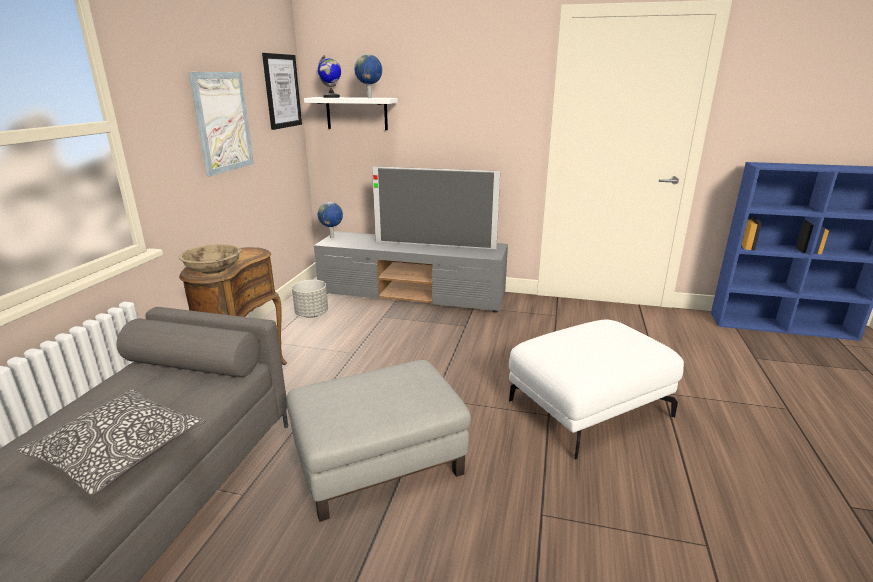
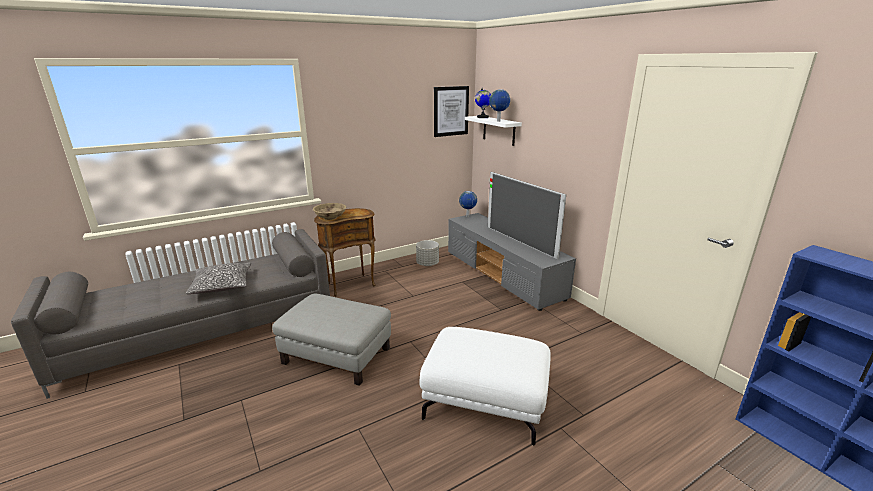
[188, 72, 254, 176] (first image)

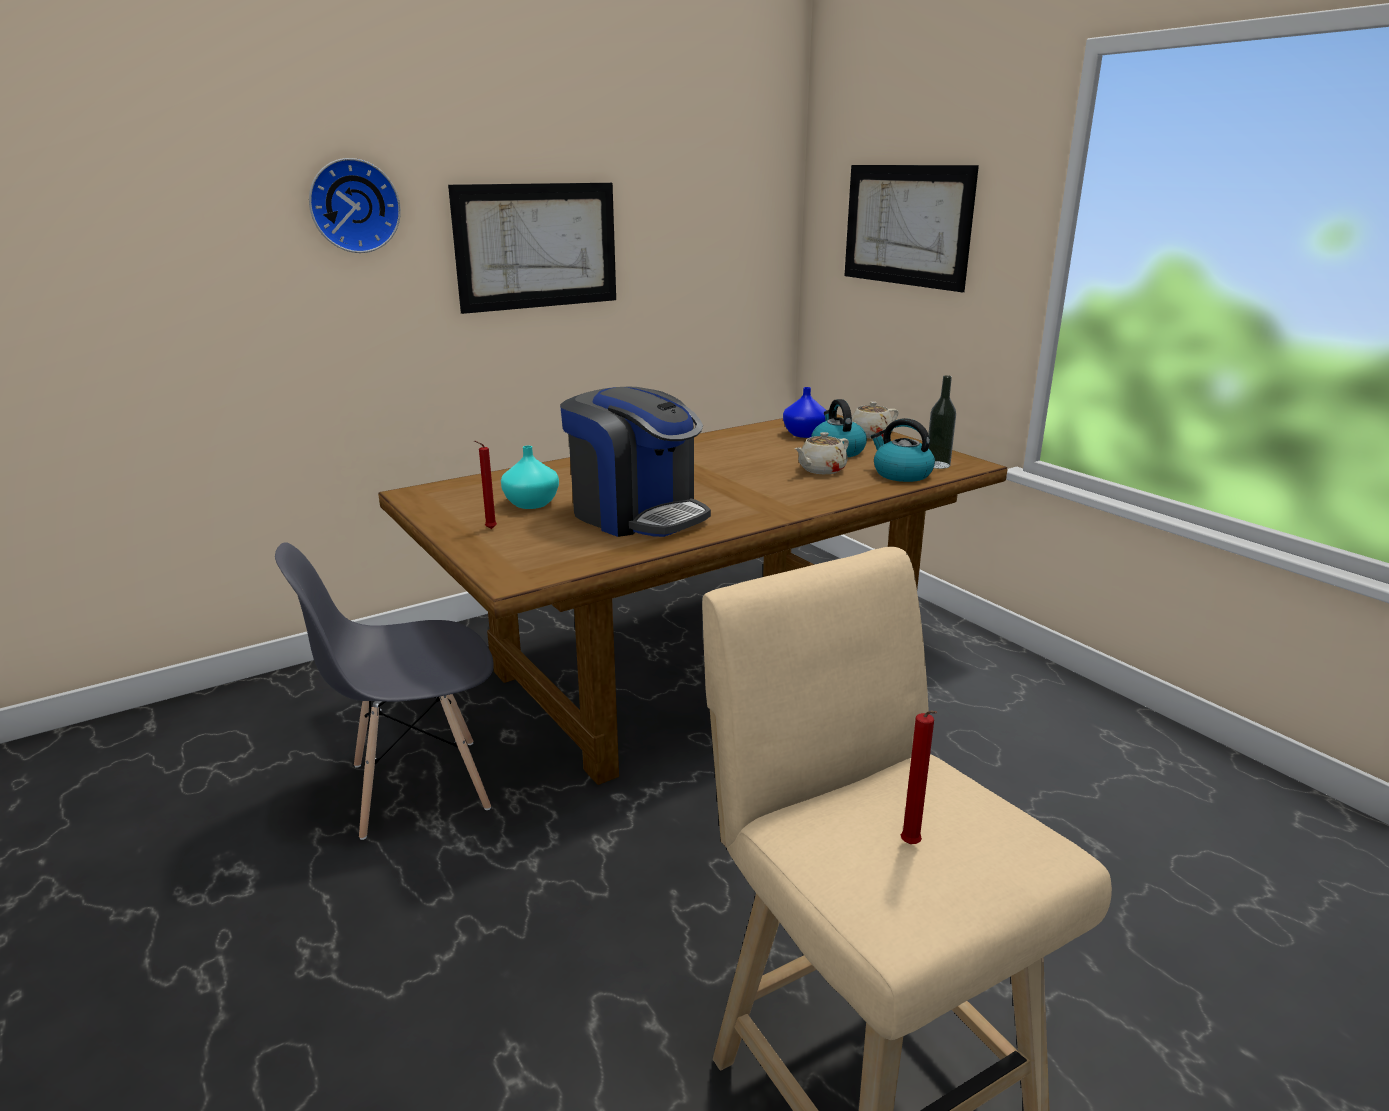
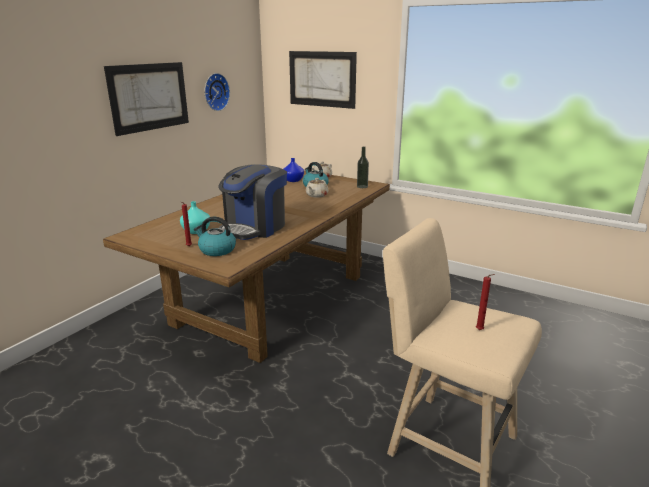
[204, 73, 230, 111]
[218, 164, 287, 240]
[194, 217, 236, 256]
[275, 542, 494, 840] (first image)

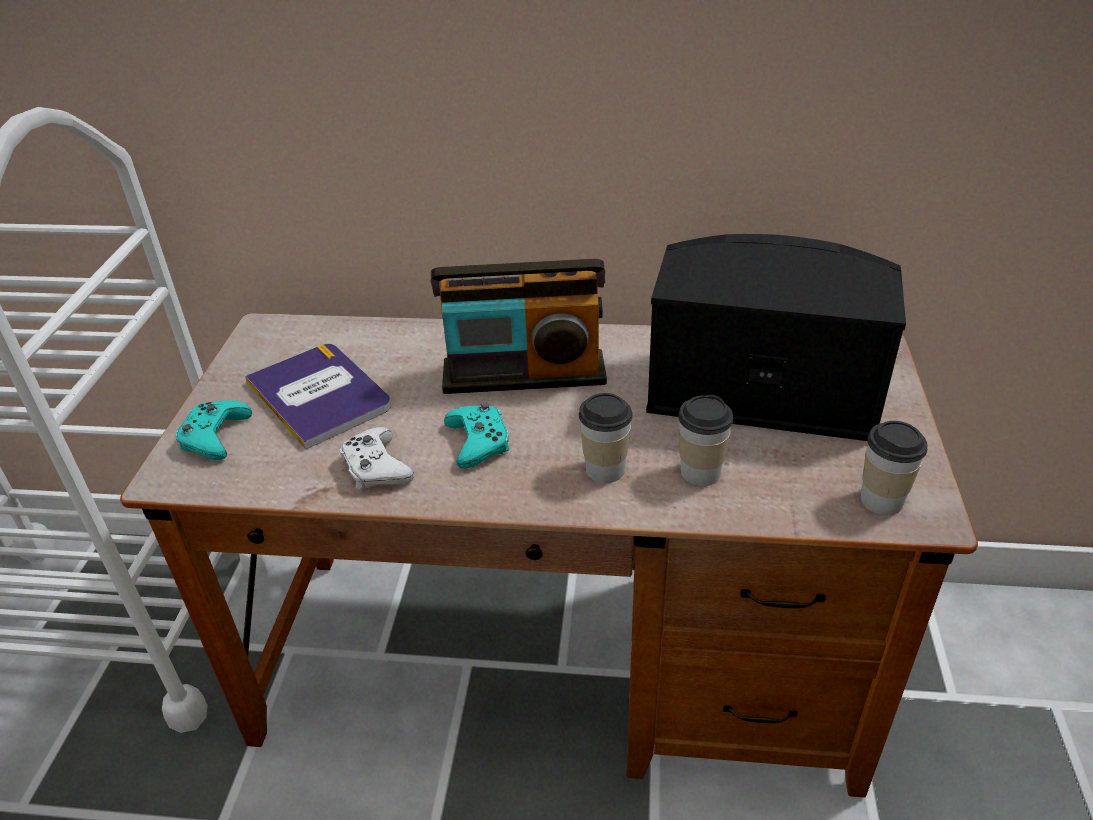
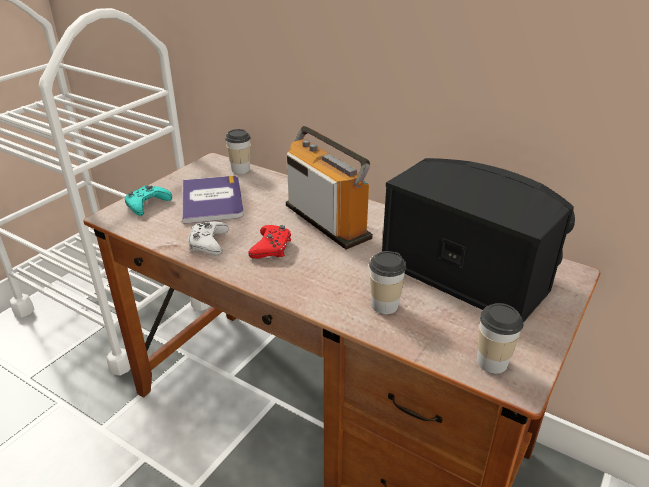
[286, 126, 373, 250]
[225, 129, 251, 174]
[248, 225, 291, 259]

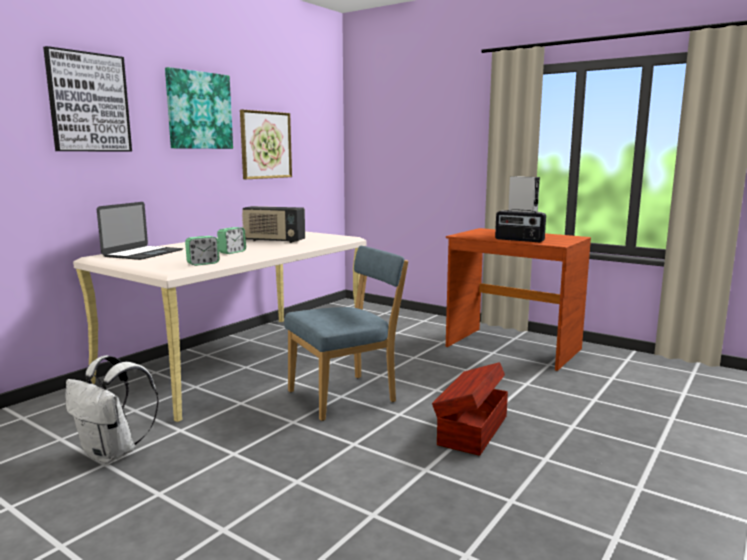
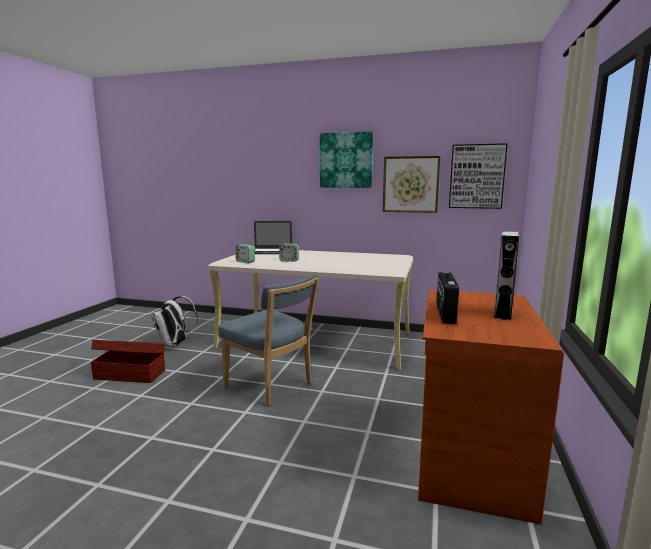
[449, 143, 508, 209]
[242, 206, 305, 243] (first image)
[91, 340, 165, 383]

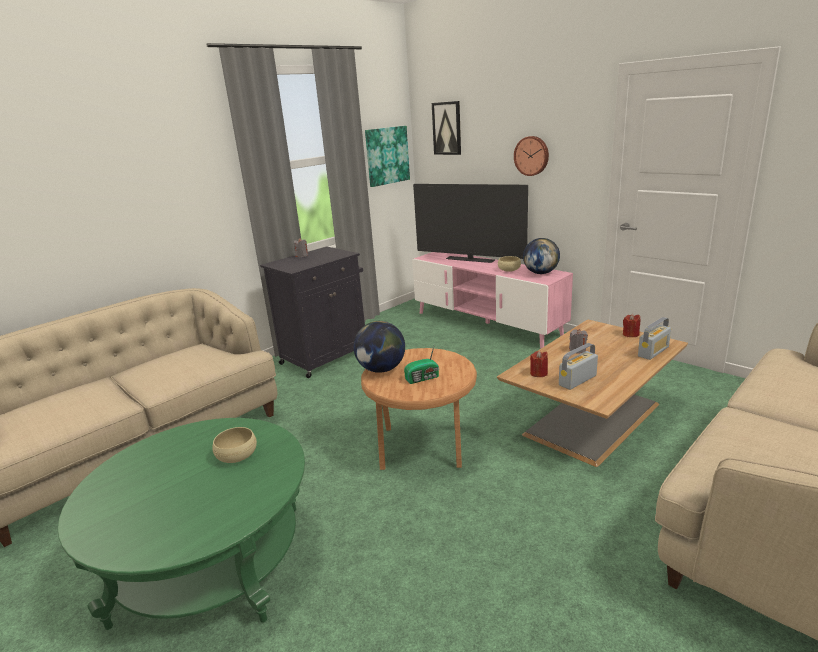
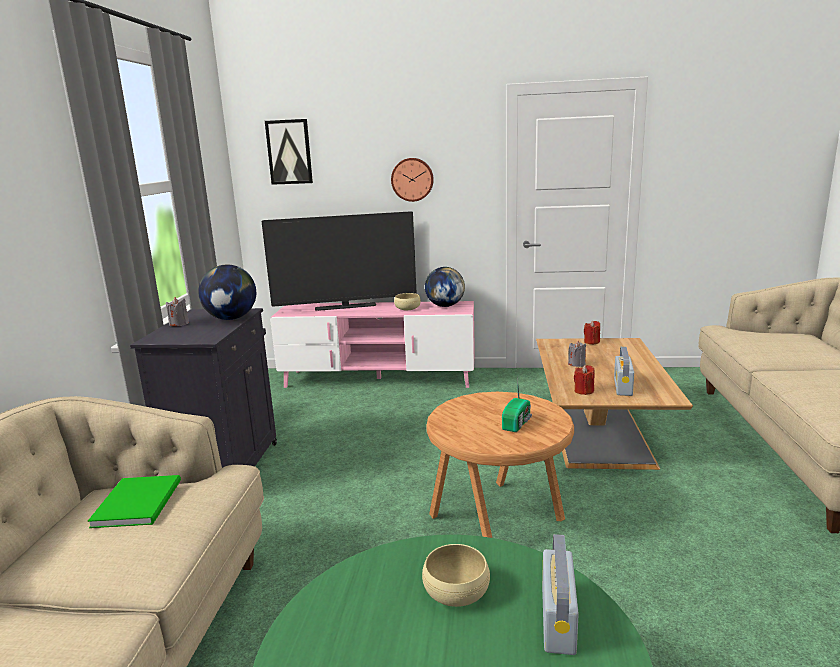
[365, 126, 410, 187] (first image)
[542, 534, 579, 655]
[198, 265, 256, 320]
[88, 475, 181, 528]

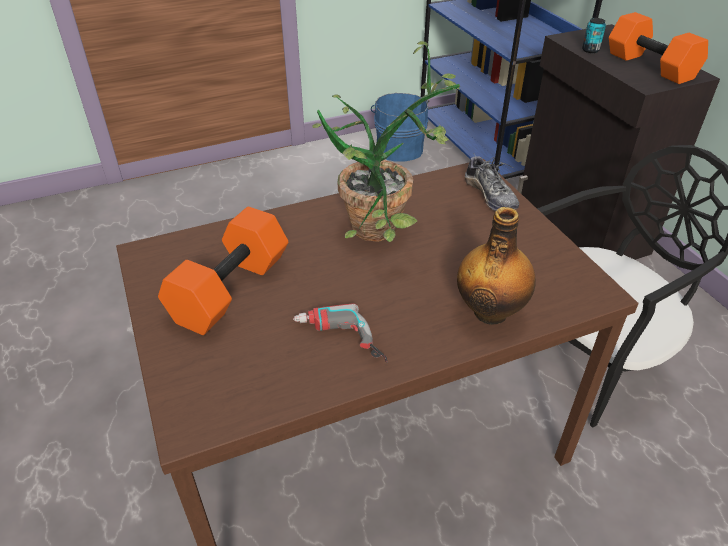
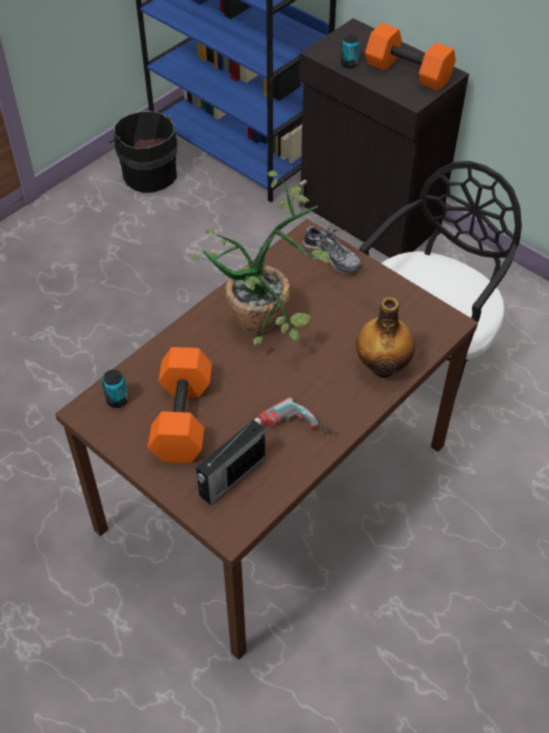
[109, 111, 177, 193]
[102, 370, 128, 408]
[196, 420, 265, 505]

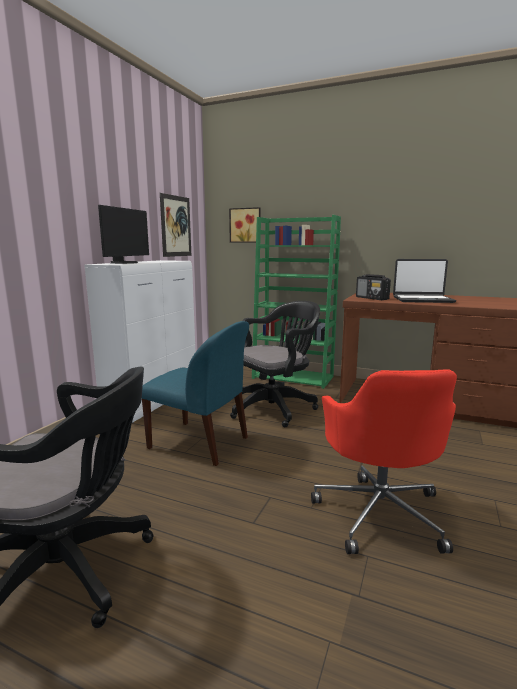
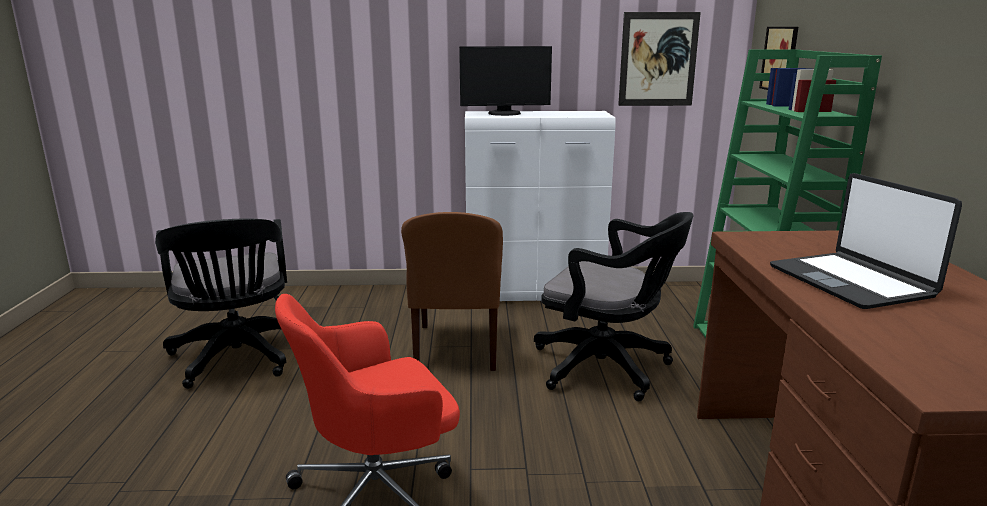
[356, 274, 391, 300] (first image)
[401, 212, 503, 371]

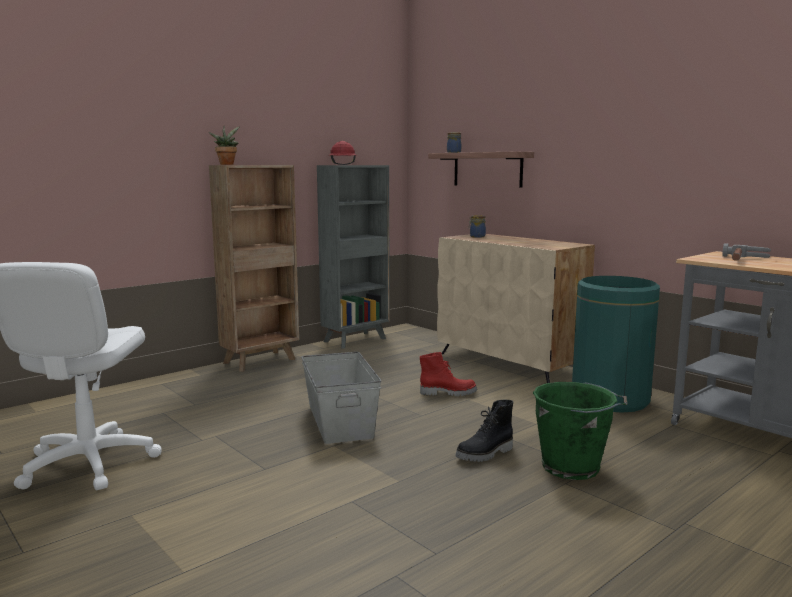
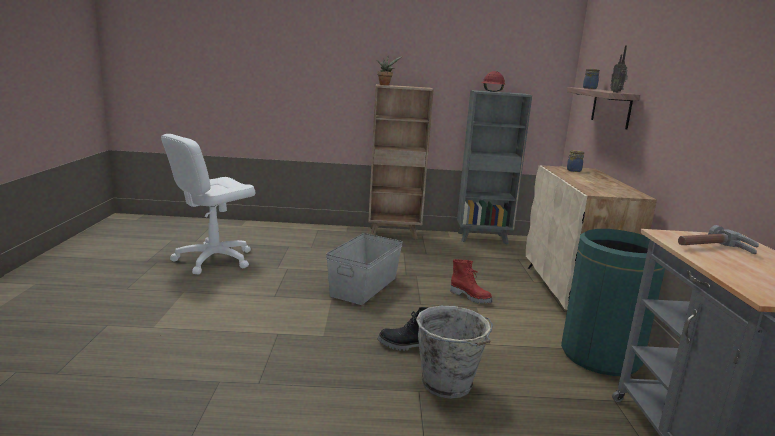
[416, 306, 493, 399]
[611, 46, 628, 93]

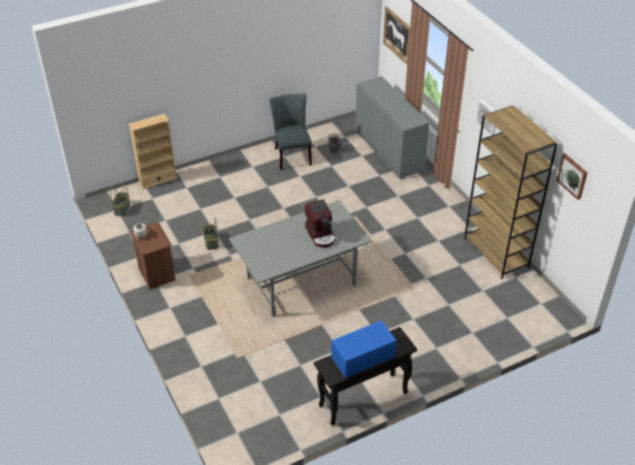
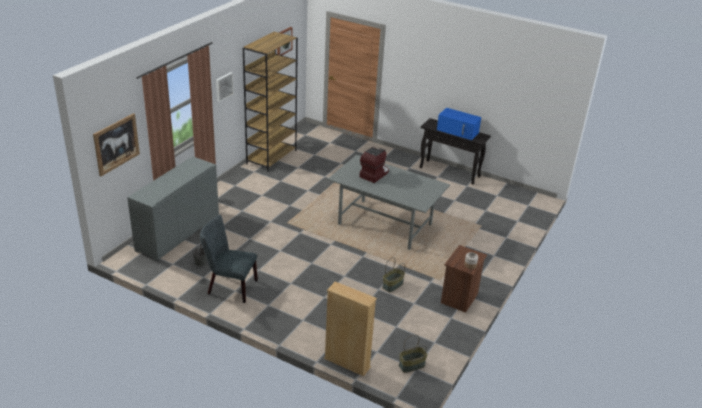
[200, 215, 258, 303]

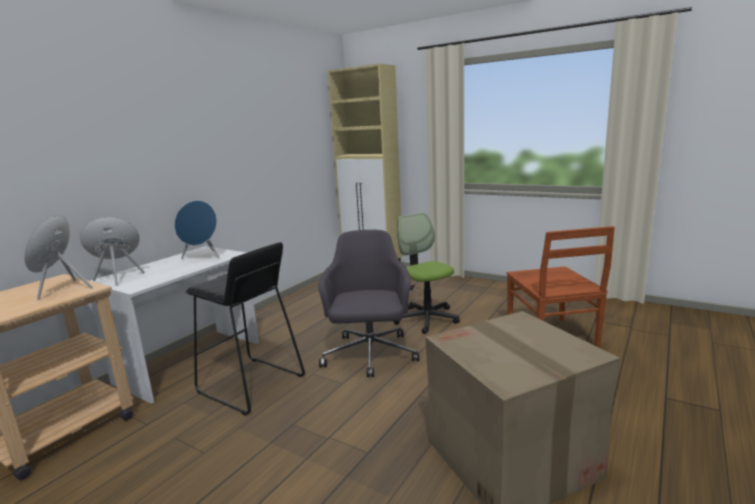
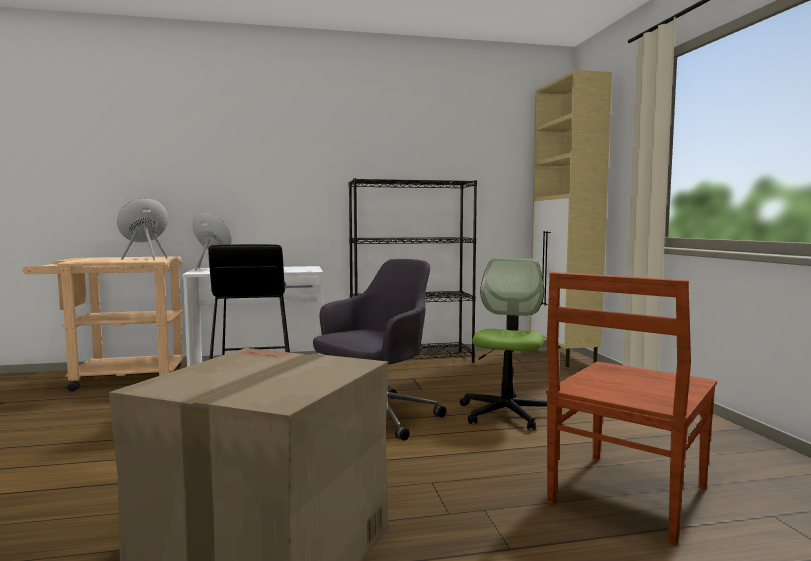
[174, 200, 220, 259] (first image)
[349, 178, 477, 363]

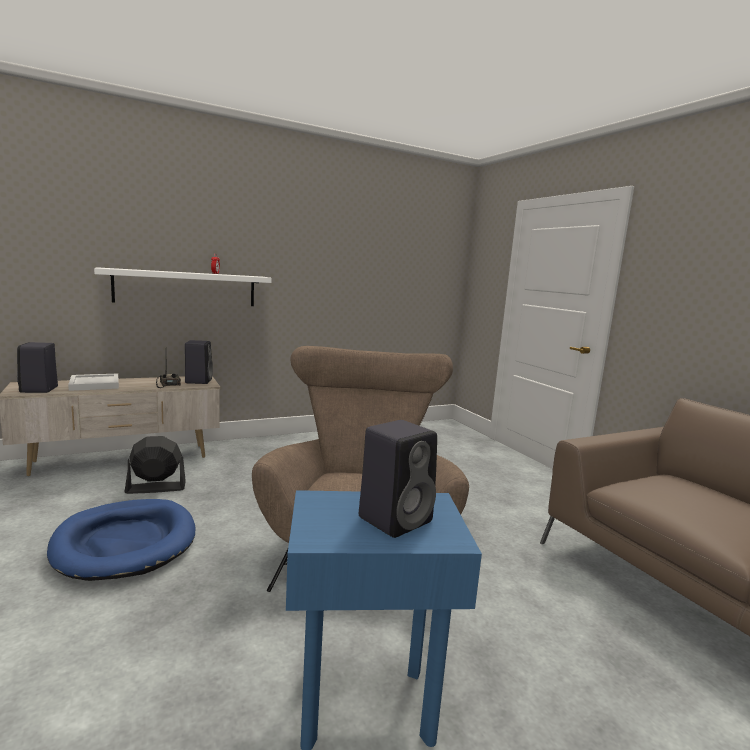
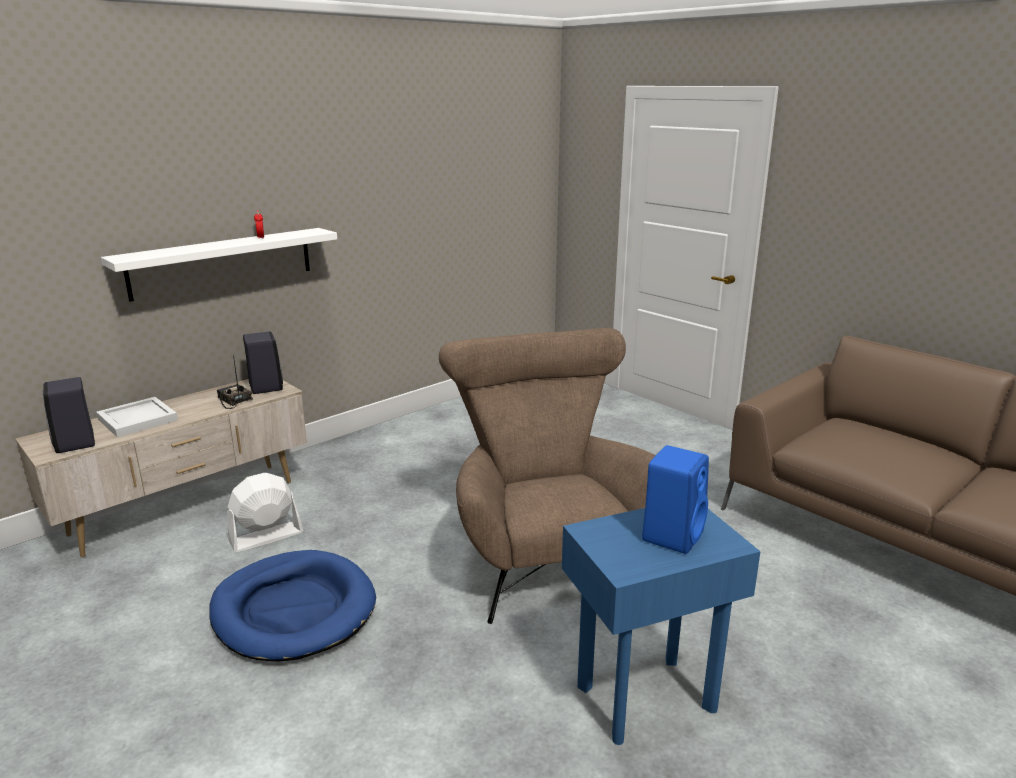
[642, 445, 709, 554]
[227, 473, 303, 552]

